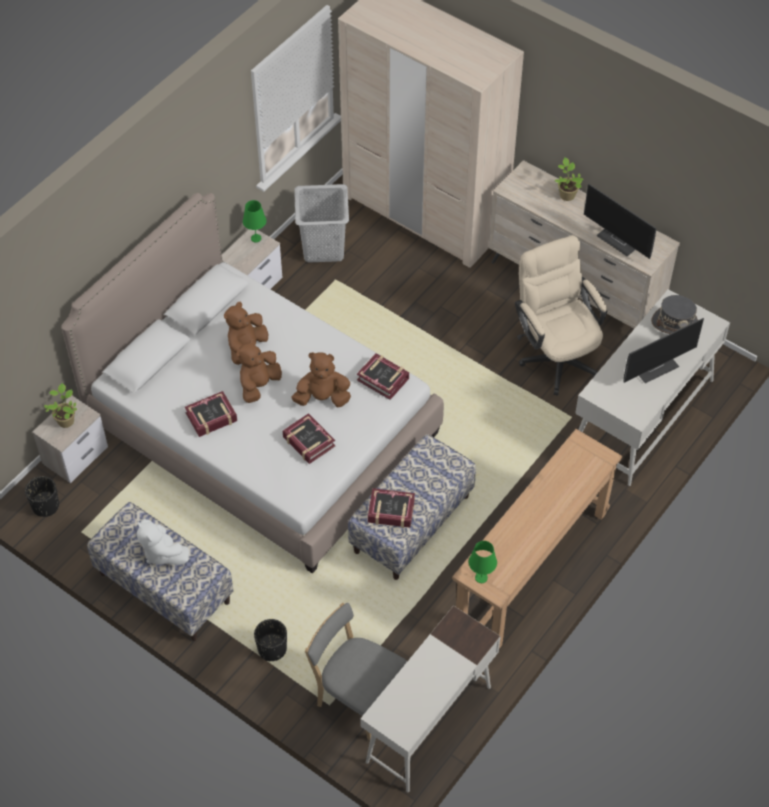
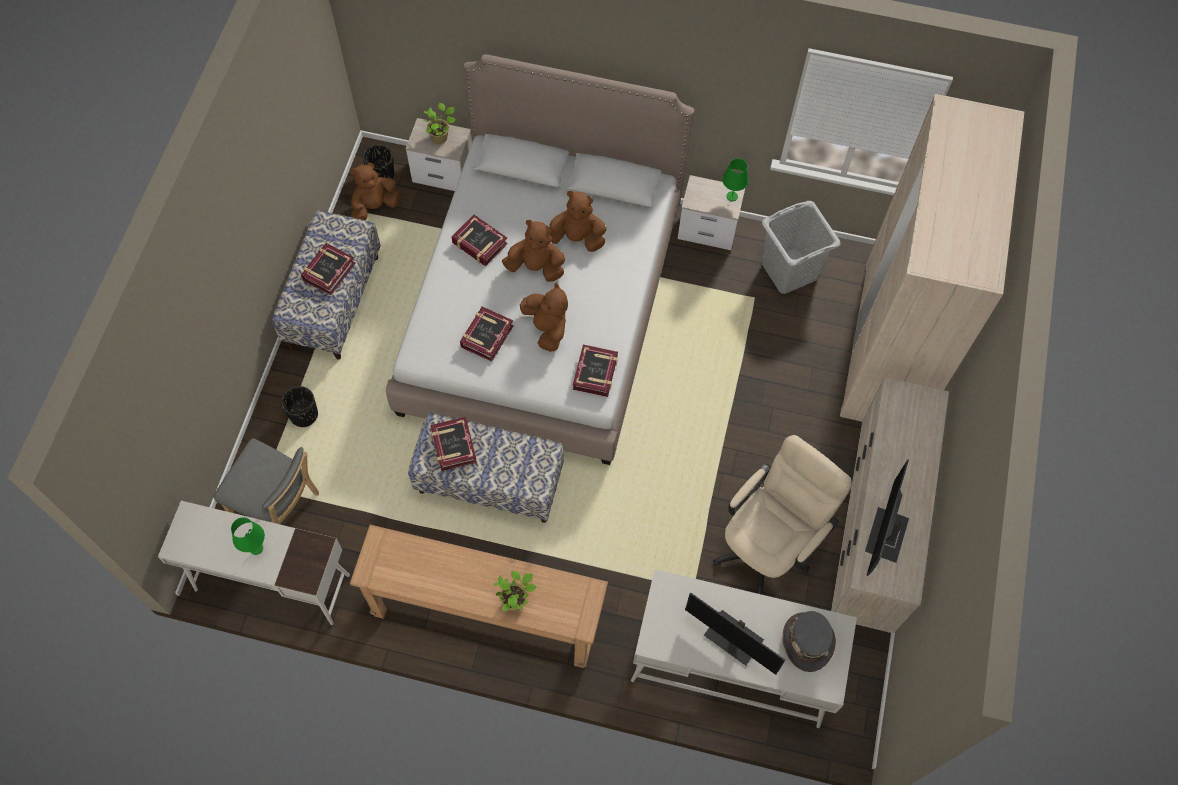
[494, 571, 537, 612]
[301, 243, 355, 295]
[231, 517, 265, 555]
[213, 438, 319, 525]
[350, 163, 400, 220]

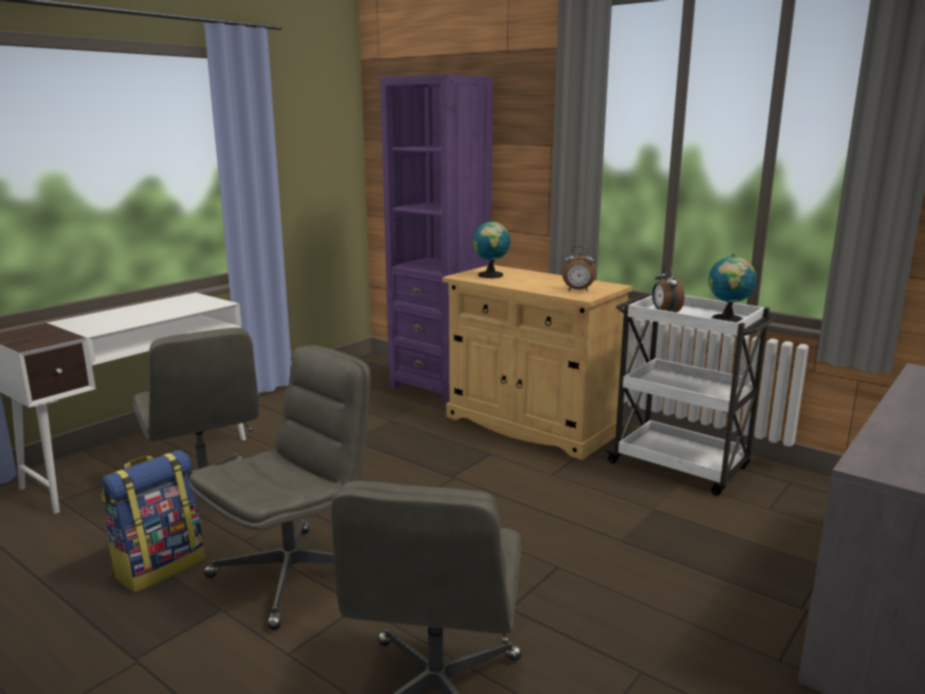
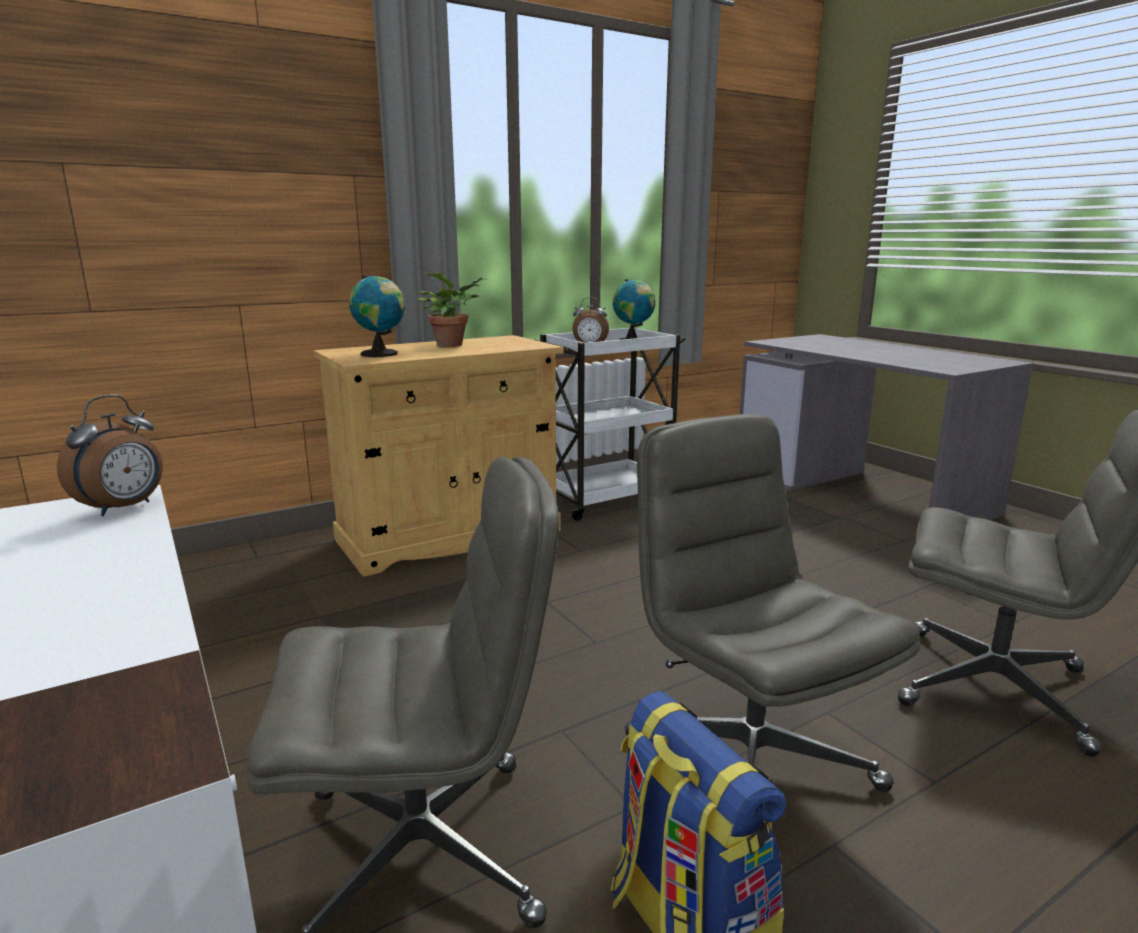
[380, 74, 493, 403] (first image)
[57, 395, 163, 516]
[417, 273, 487, 347]

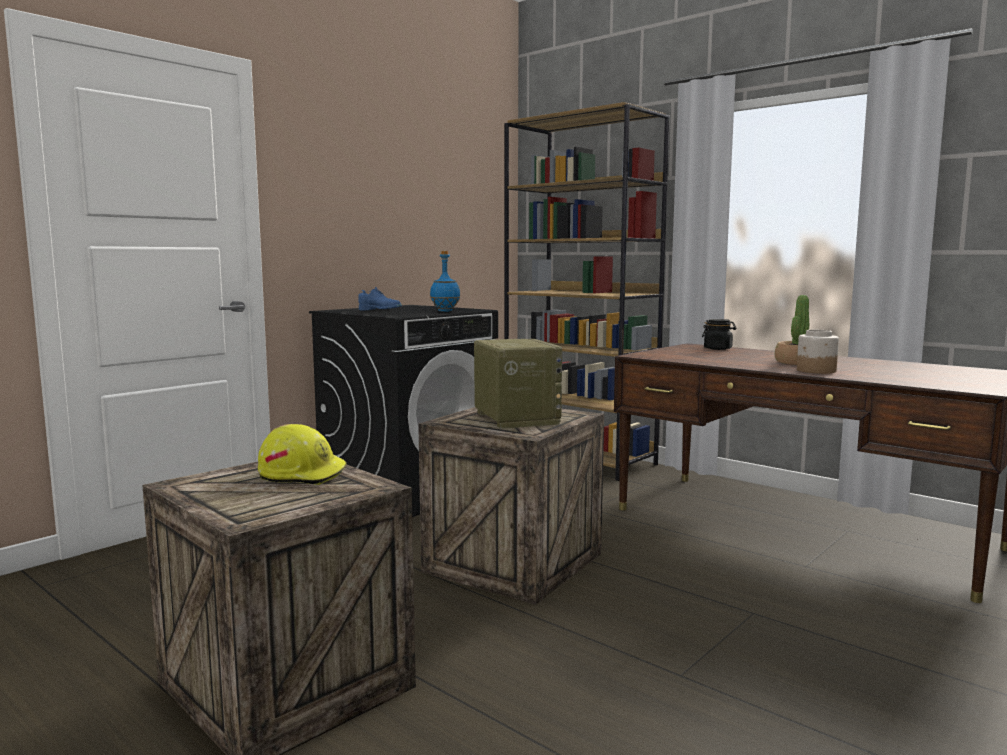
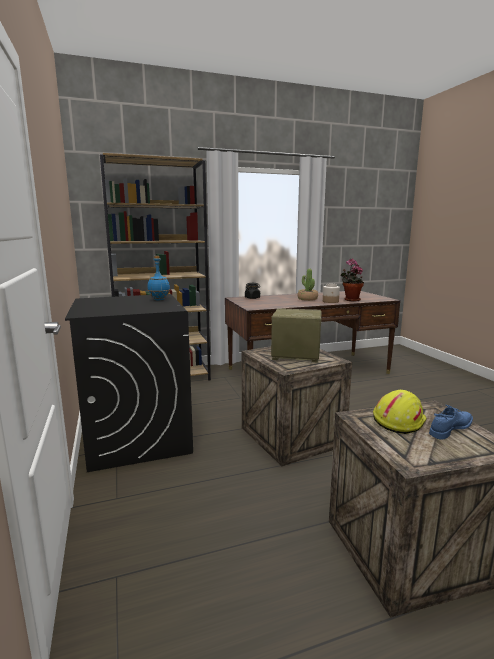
[429, 405, 473, 439]
[340, 259, 364, 302]

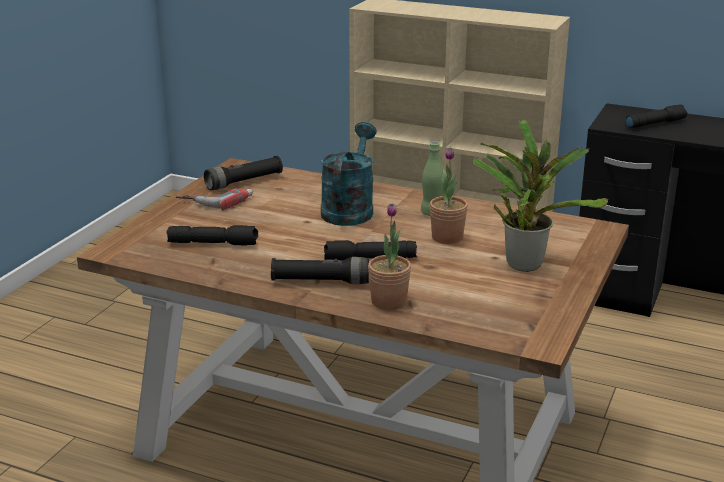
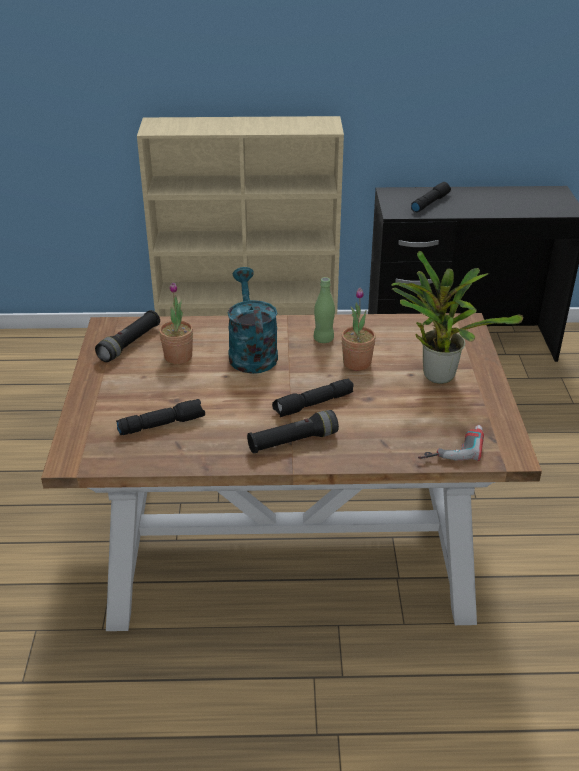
[418, 425, 484, 461]
[159, 282, 193, 364]

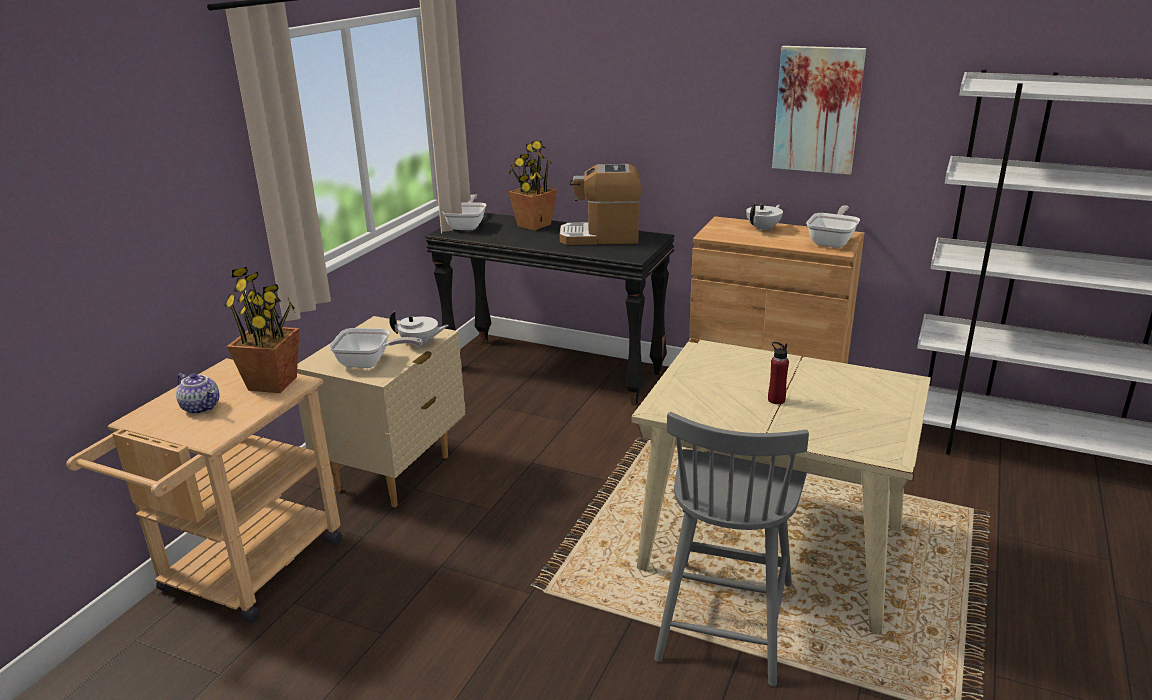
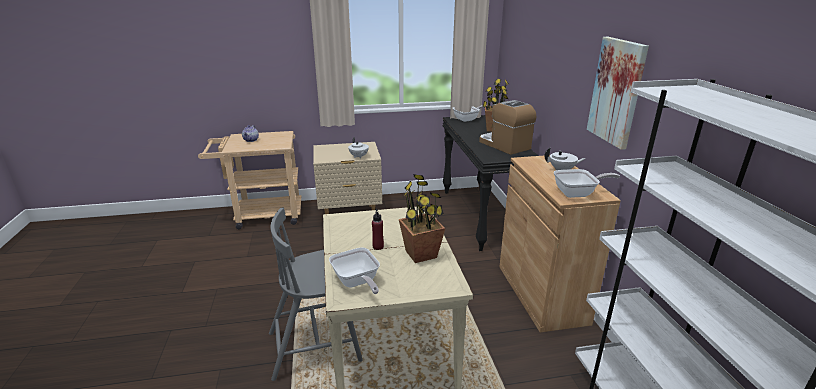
[399, 174, 446, 263]
[329, 247, 380, 294]

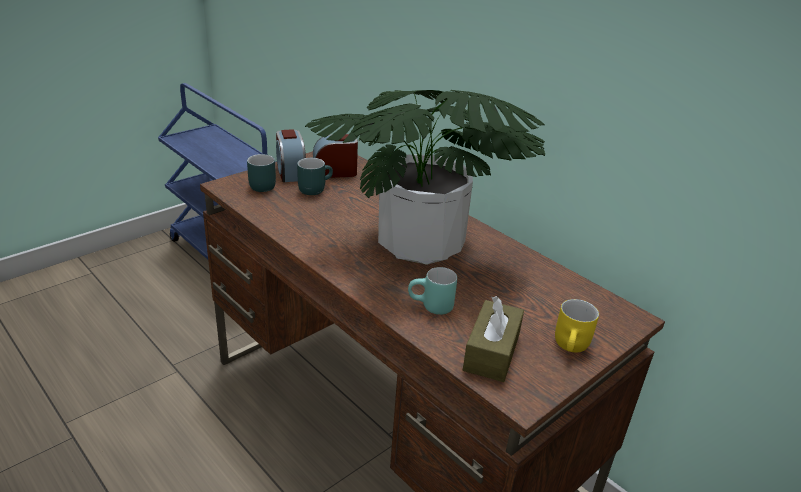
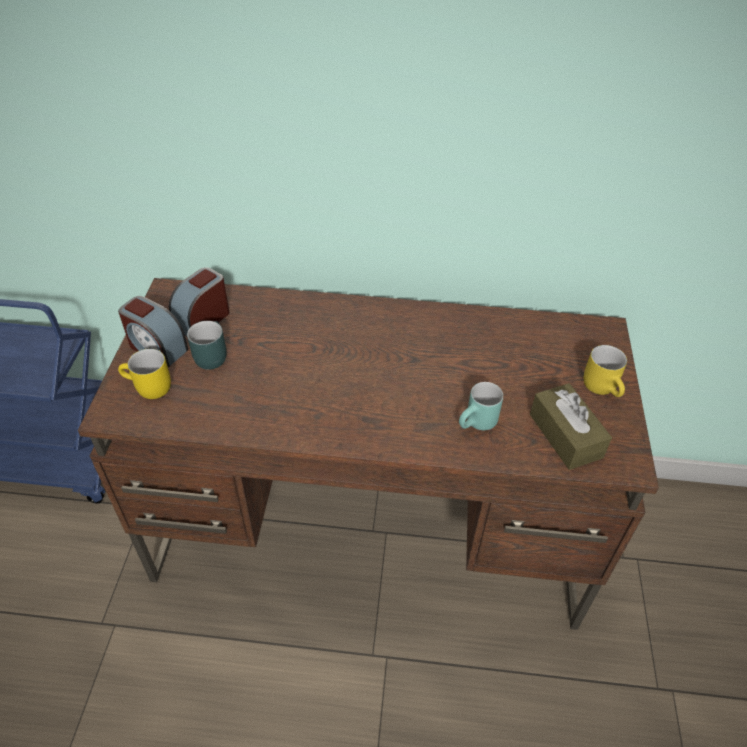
[305, 90, 545, 265] (first image)
[118, 349, 171, 399]

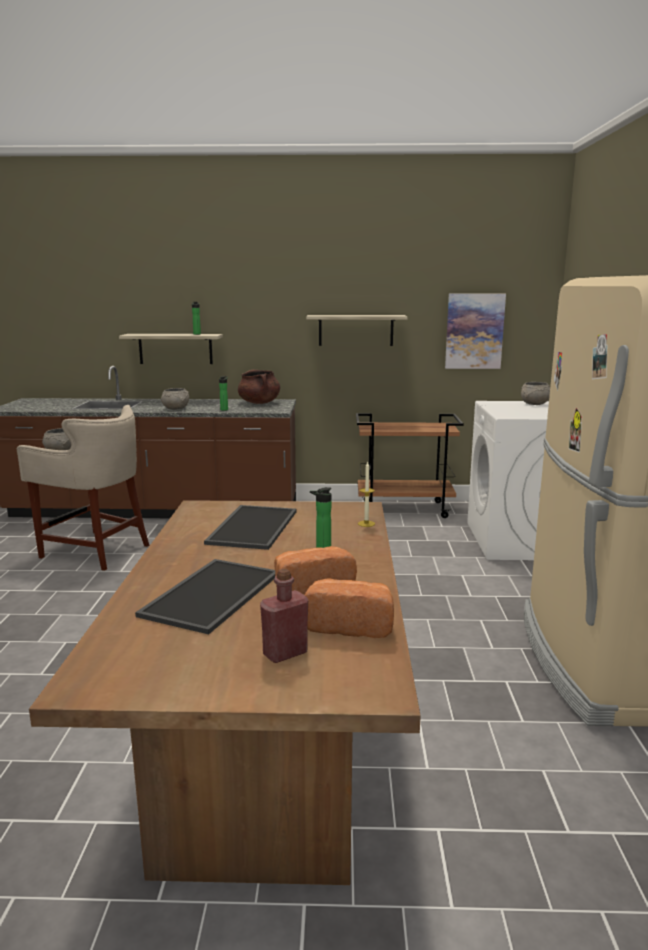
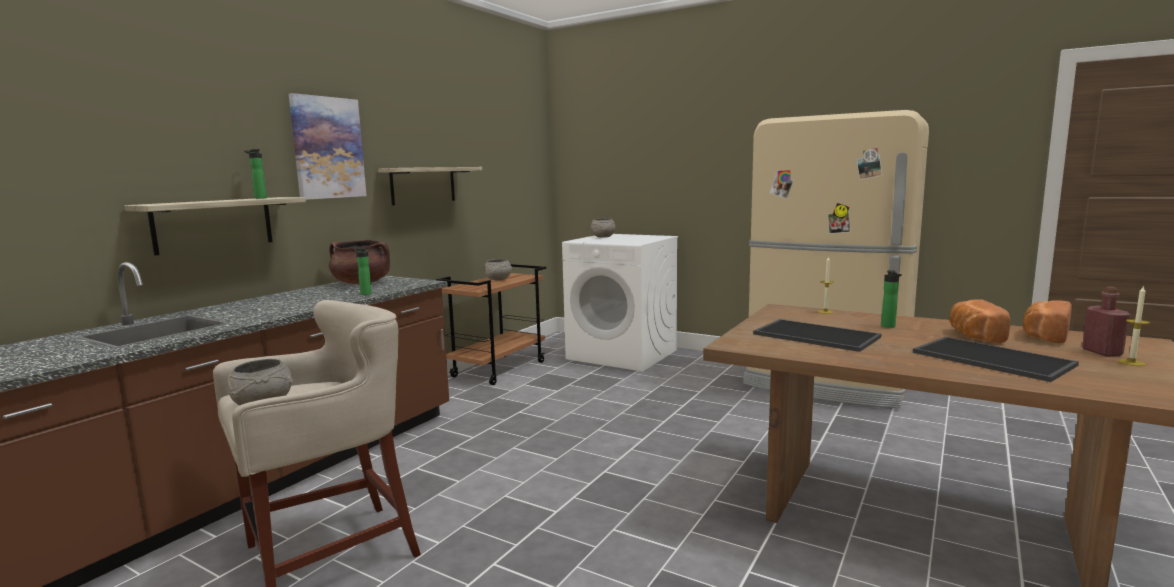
[289, 93, 367, 200]
[485, 259, 512, 280]
[1118, 287, 1150, 366]

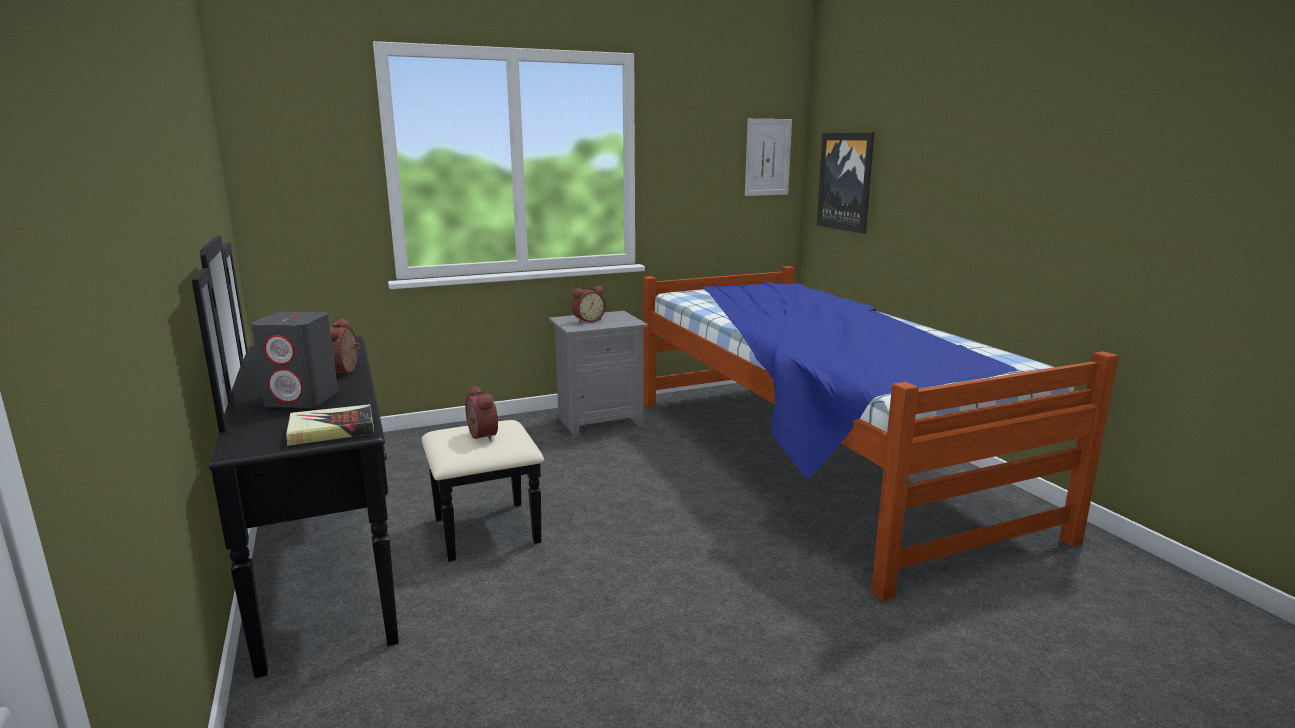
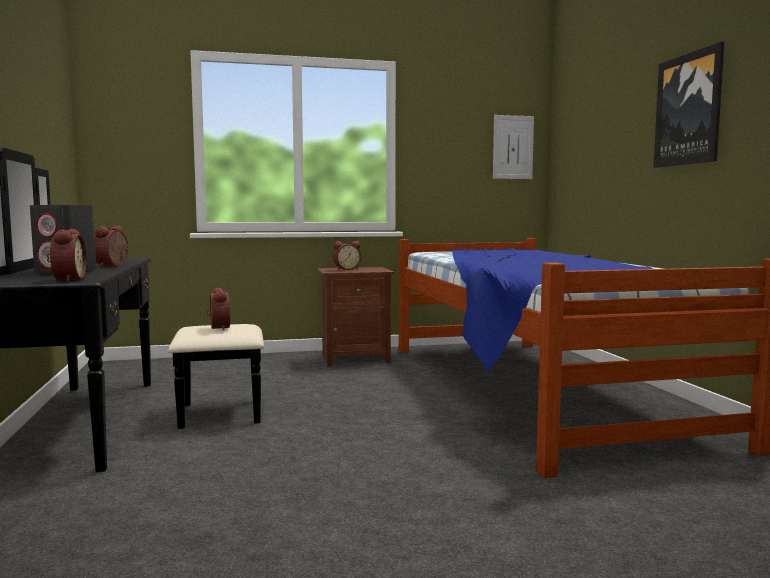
[654, 42, 724, 168]
[317, 267, 394, 367]
[47, 229, 87, 282]

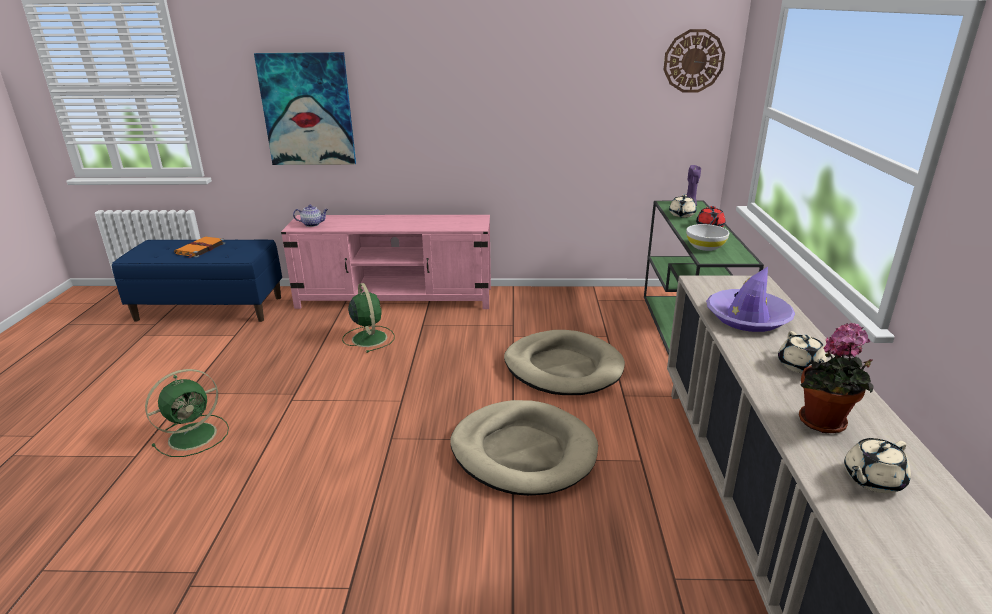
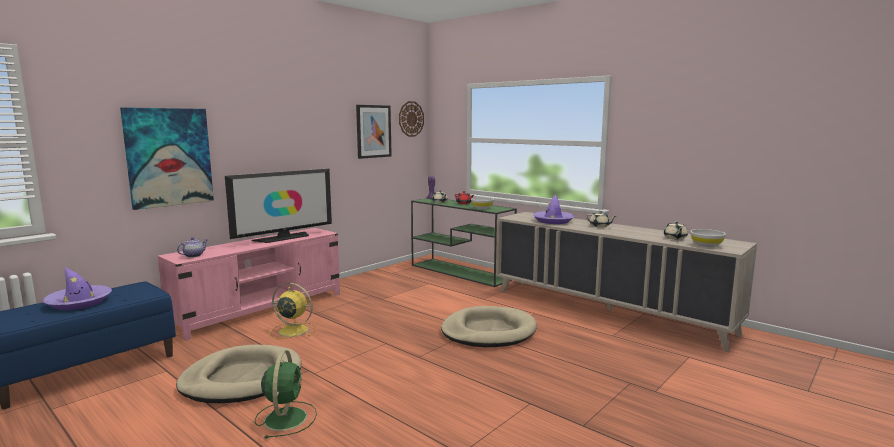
[43, 268, 112, 310]
[269, 283, 316, 339]
[799, 323, 873, 433] (first image)
[176, 345, 301, 403]
[356, 105, 392, 159]
[225, 169, 332, 243]
[690, 229, 726, 247]

